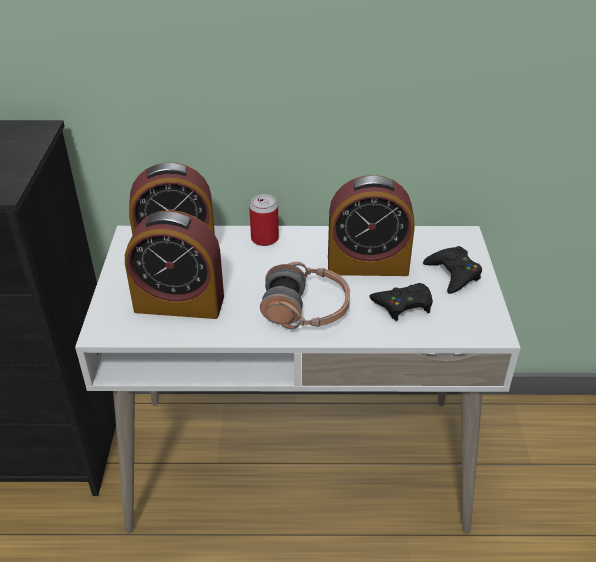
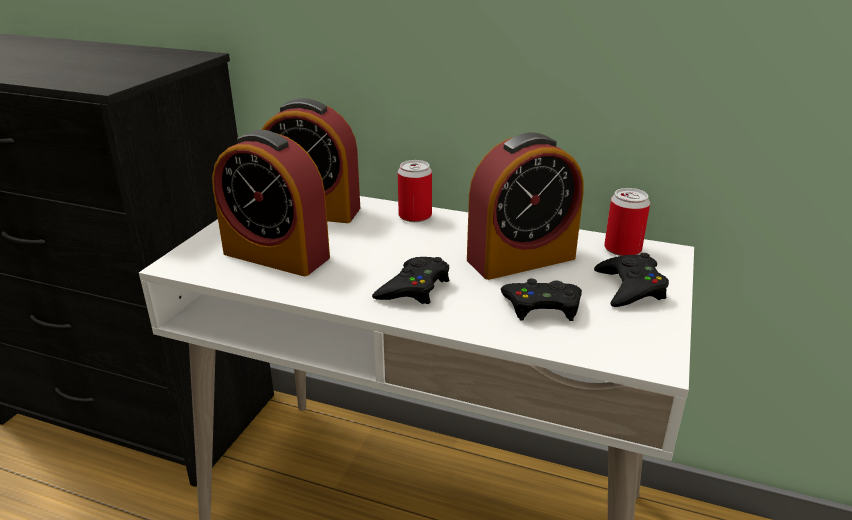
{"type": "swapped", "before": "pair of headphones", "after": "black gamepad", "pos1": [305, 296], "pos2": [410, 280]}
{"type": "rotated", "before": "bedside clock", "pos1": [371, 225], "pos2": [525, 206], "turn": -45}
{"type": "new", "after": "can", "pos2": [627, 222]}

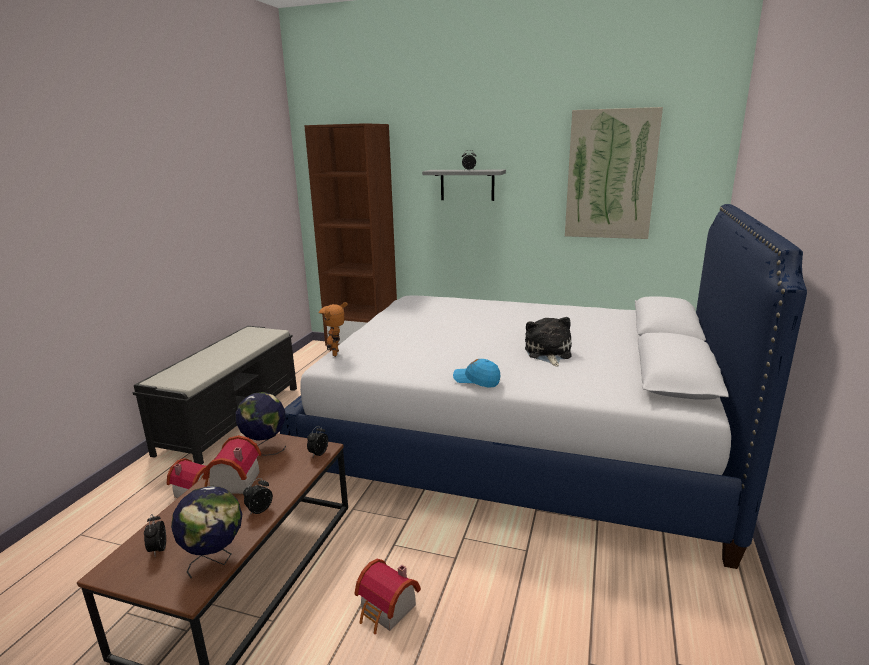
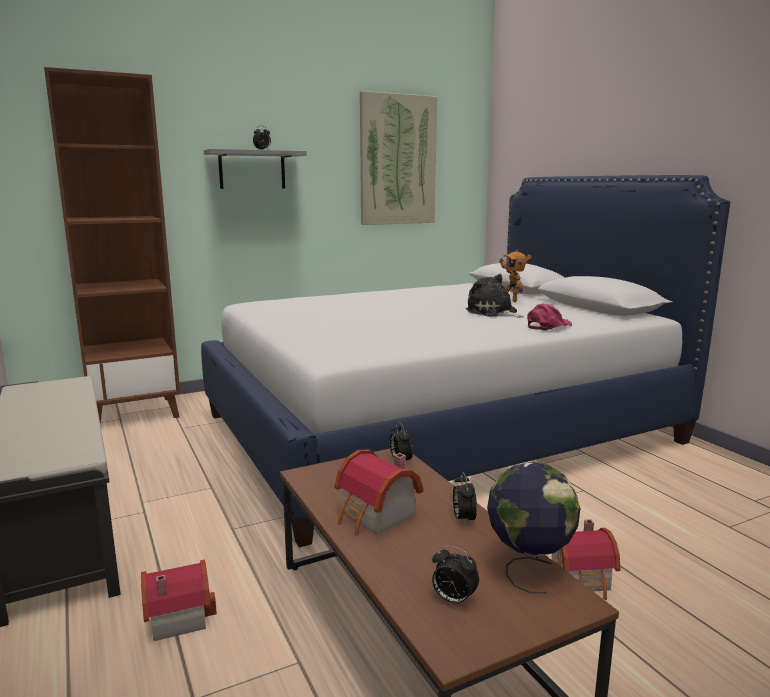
{"type": "gone", "before": "globe", "pos1": [261, 424]}
{"type": "shifted", "before": "robot figure", "pos1": [333, 329], "pos2": [515, 276]}
{"type": "gone", "before": "blue cap", "pos1": [476, 373]}
{"type": "new", "after": "pink cap", "pos2": [549, 317]}

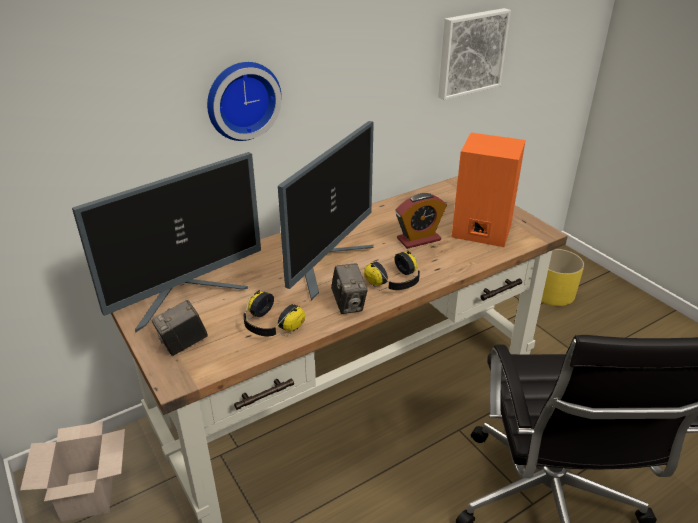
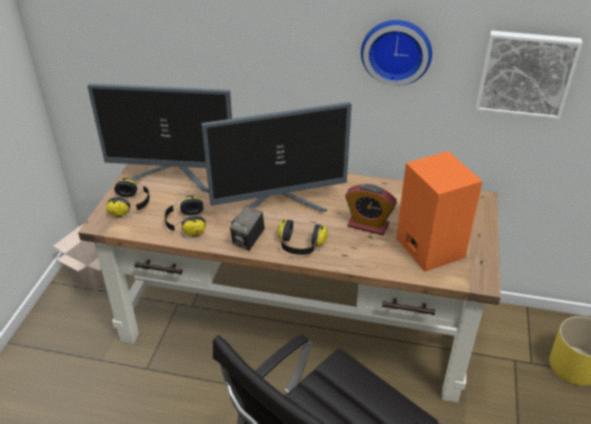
{"type": "swapped", "before": "still camera", "after": "pair of headphones", "pos1": [180, 328], "pos2": [128, 197]}
{"type": "shifted", "before": "wall clock", "pos1": [244, 101], "pos2": [396, 53]}

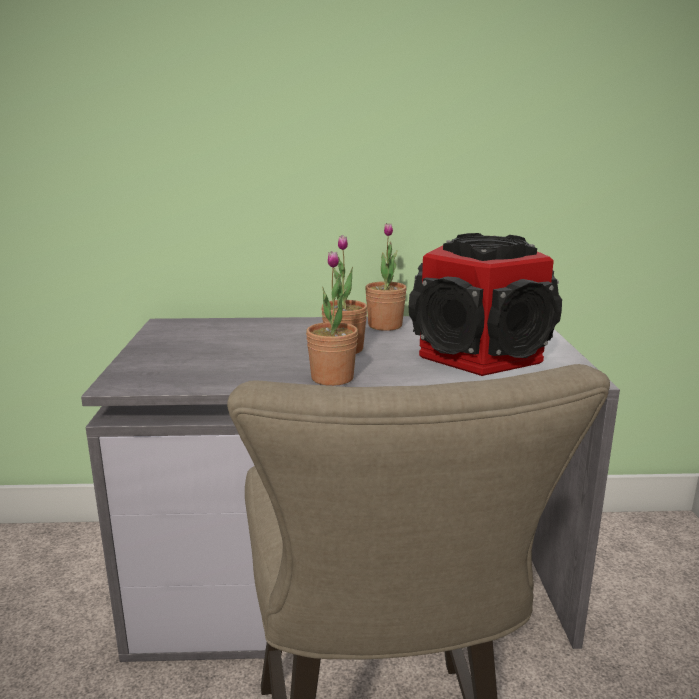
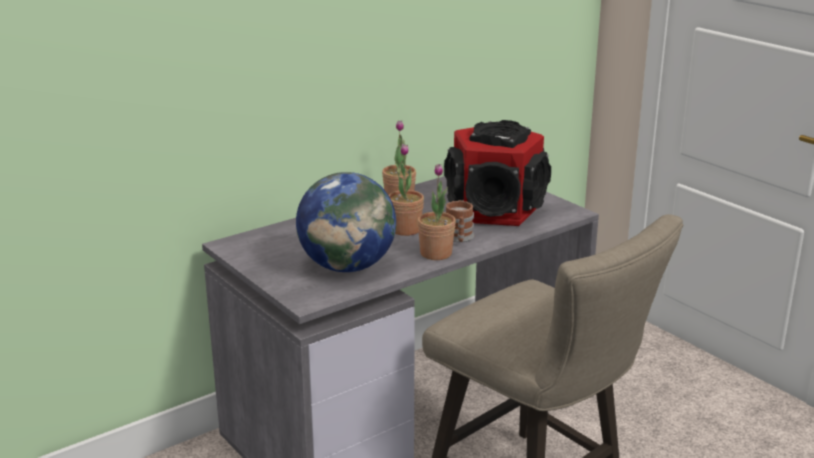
{"type": "new", "after": "globe", "pos2": [346, 222]}
{"type": "new", "after": "coffee mug", "pos2": [459, 221]}

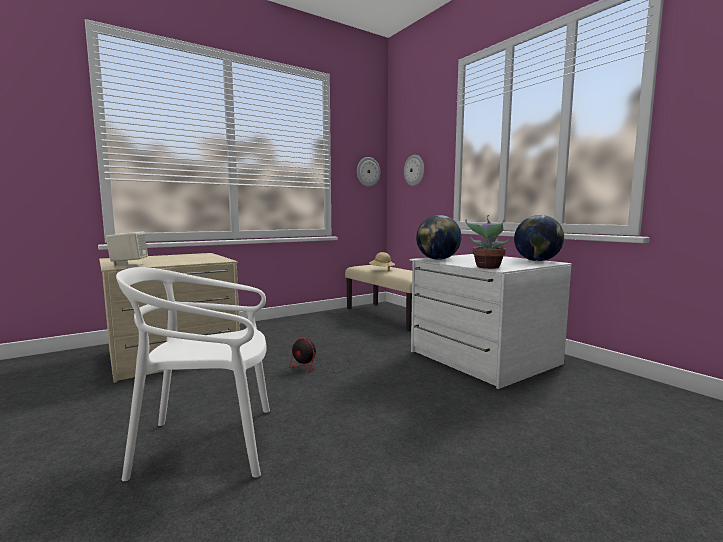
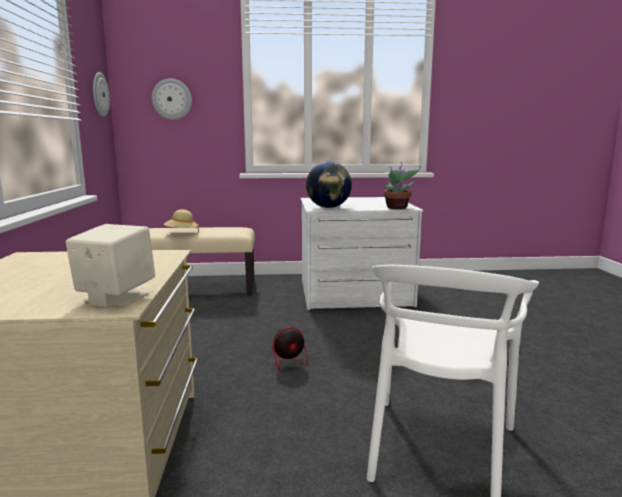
{"type": "gone", "before": "globe", "pos1": [539, 238]}

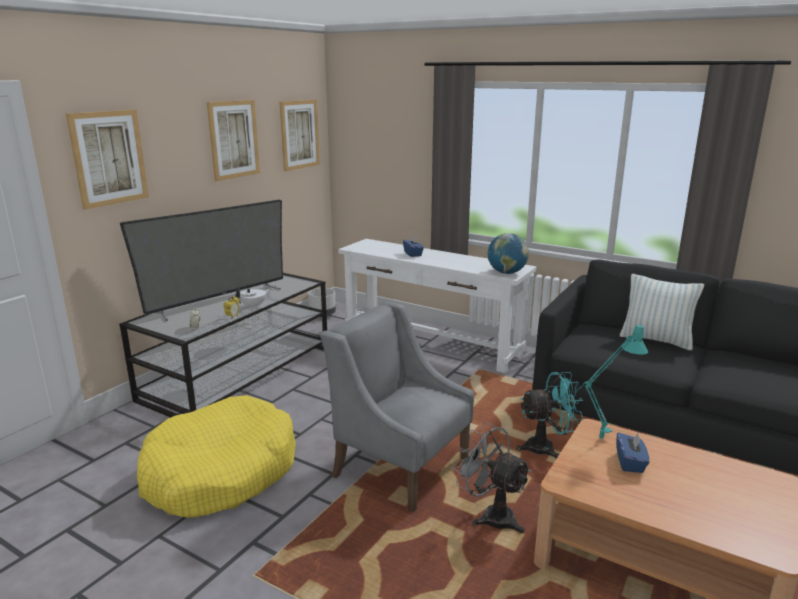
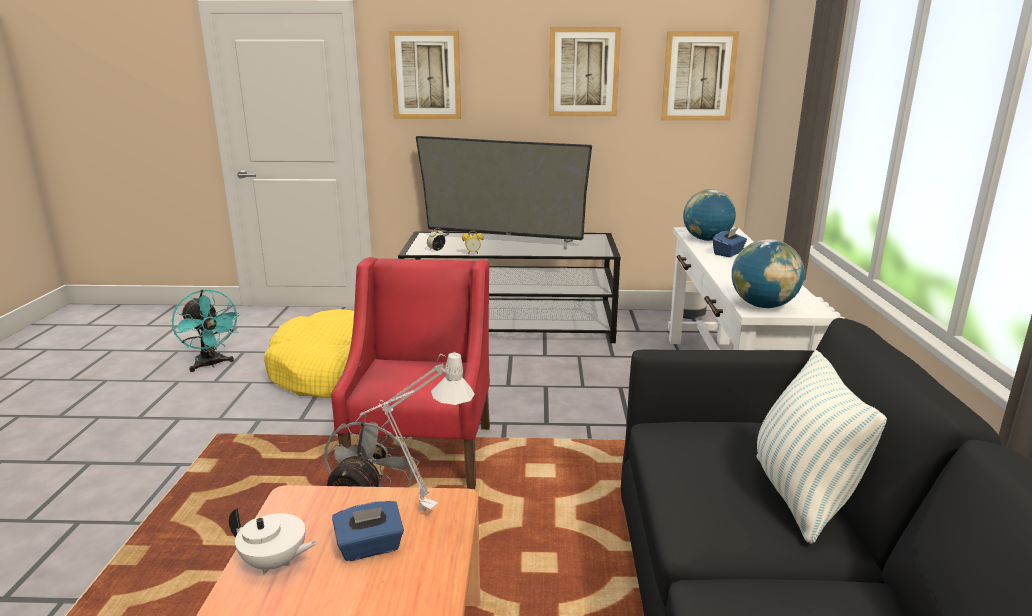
{"type": "shifted", "before": "whitish tea pot", "pos1": [252, 298], "pos2": [273, 541]}
{"type": "repainted", "before": "greyish easy chair", "after": "red easy chair", "pos1": [397, 407], "pos2": [410, 373]}
{"type": "shifted", "before": "turquoise-coloured cooling fan", "pos1": [549, 415], "pos2": [206, 330]}
{"type": "repainted", "before": "turquoise-coloured tabletop lamp", "after": "greyish tabletop lamp", "pos1": [607, 382], "pos2": [417, 432]}
{"type": "new", "after": "globe", "pos2": [709, 215]}

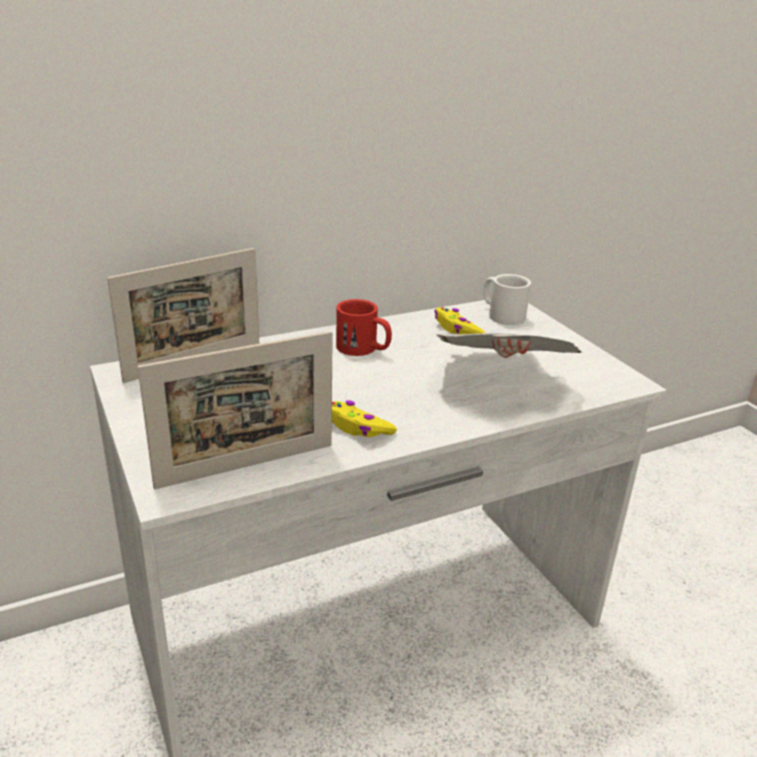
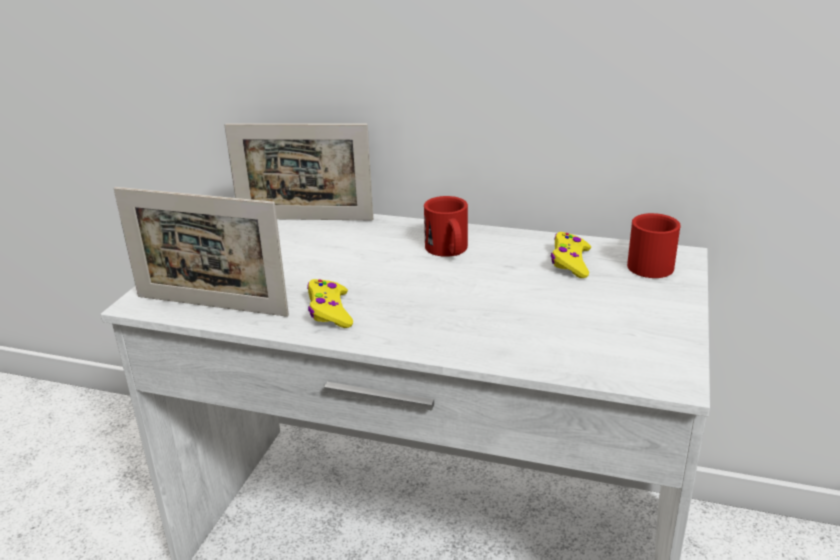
{"type": "gone", "before": "printed paper", "pos1": [508, 345]}
{"type": "repainted", "before": "whitish coffee mug", "after": "red coffee mug", "pos1": [507, 299], "pos2": [654, 245]}

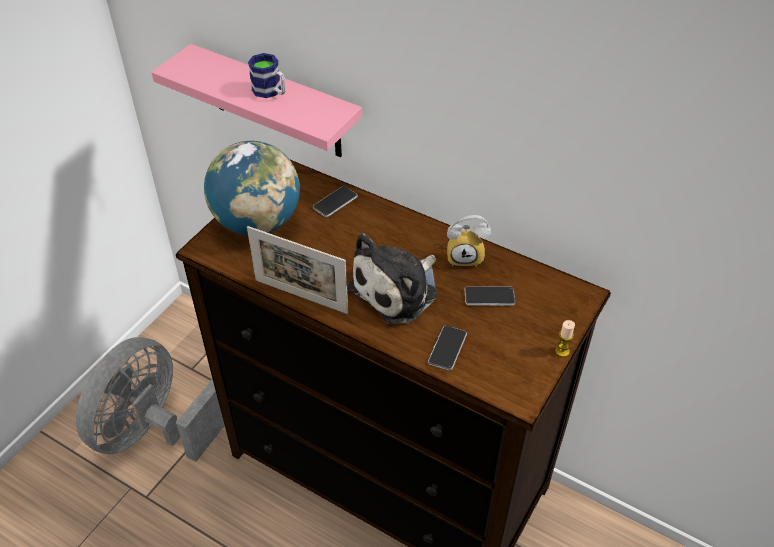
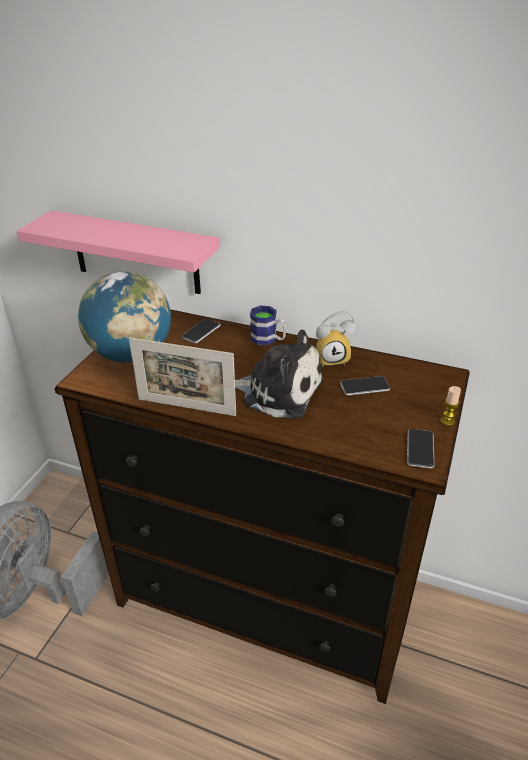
{"type": "shifted", "before": "coffee mug", "pos1": [267, 75], "pos2": [268, 325]}
{"type": "rotated", "before": "soft toy", "pos1": [392, 278], "pos2": [279, 374], "turn": -105}
{"type": "shifted", "before": "telephone", "pos1": [447, 348], "pos2": [421, 448]}

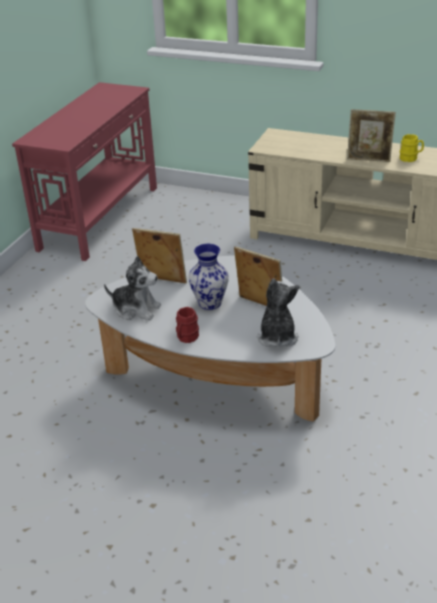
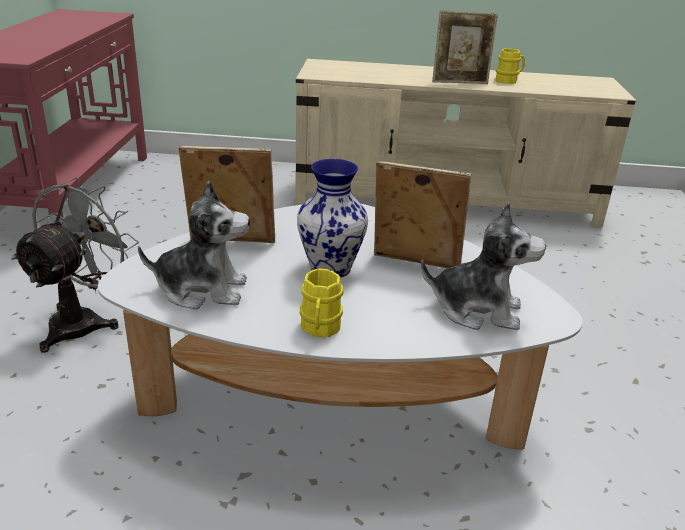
{"type": "repainted", "before": "red coffee mug", "after": "yellow coffee mug", "pos1": [187, 325], "pos2": [321, 303]}
{"type": "rotated", "before": "soft toy", "pos1": [278, 312], "pos2": [483, 266], "turn": 120}
{"type": "new", "after": "greyish cooling fan", "pos2": [75, 265]}

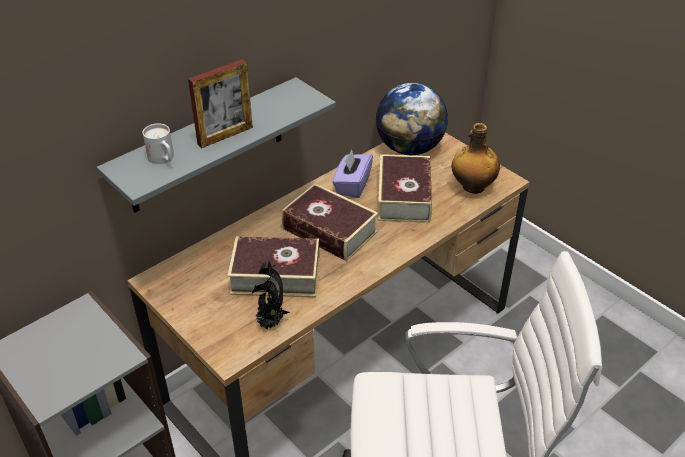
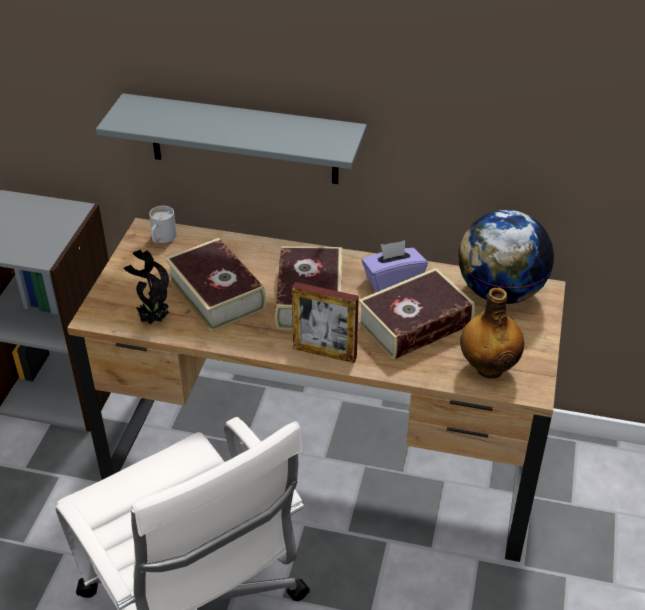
{"type": "shifted", "before": "whitish coffee mug", "pos1": [158, 143], "pos2": [163, 224]}
{"type": "shifted", "before": "picture frame", "pos1": [220, 103], "pos2": [325, 322]}

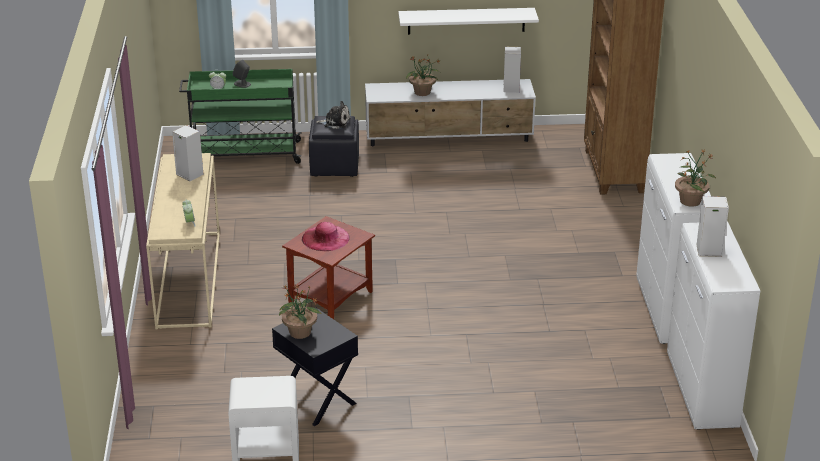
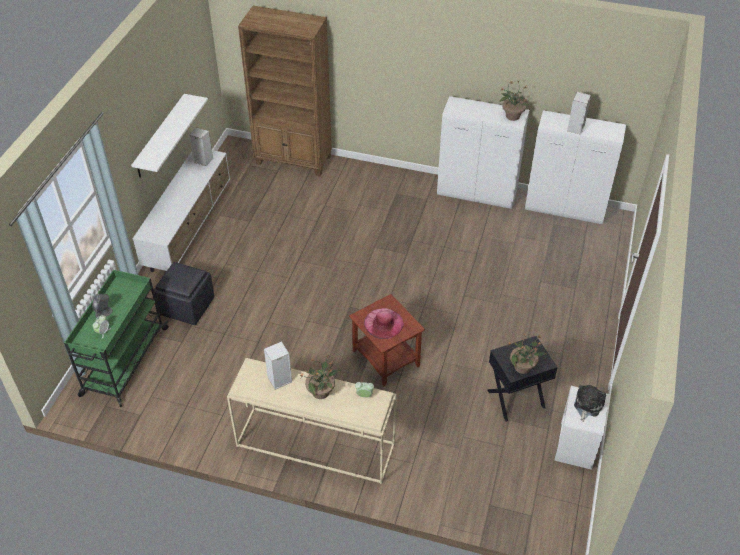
{"type": "shifted", "before": "soft toy", "pos1": [333, 115], "pos2": [590, 403]}
{"type": "shifted", "before": "potted plant", "pos1": [423, 75], "pos2": [320, 376]}

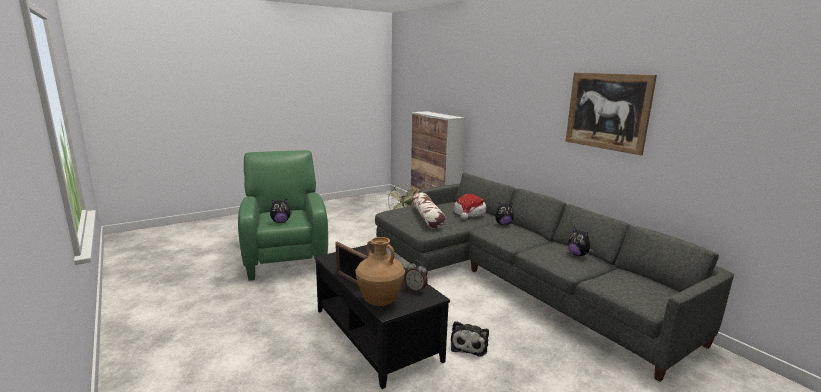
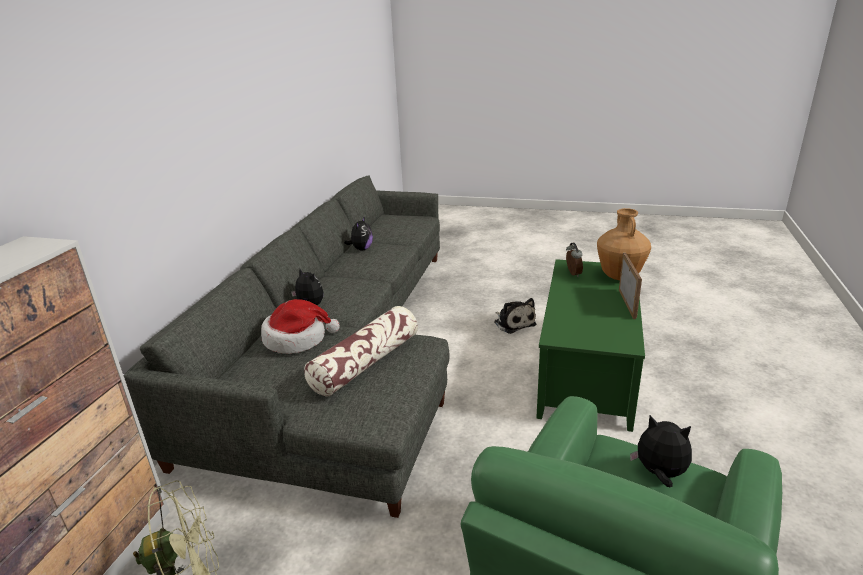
{"type": "repainted", "before": "black coffee table", "after": "green coffee table", "pos1": [382, 316], "pos2": [590, 345]}
{"type": "rotated", "before": "soft toy", "pos1": [470, 339], "pos2": [515, 316], "turn": 90}
{"type": "gone", "before": "wall picture", "pos1": [611, 113]}

